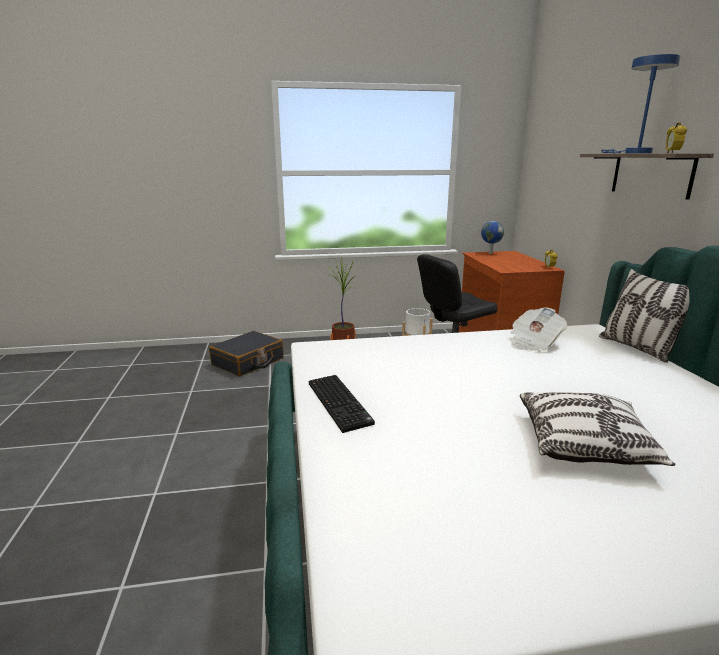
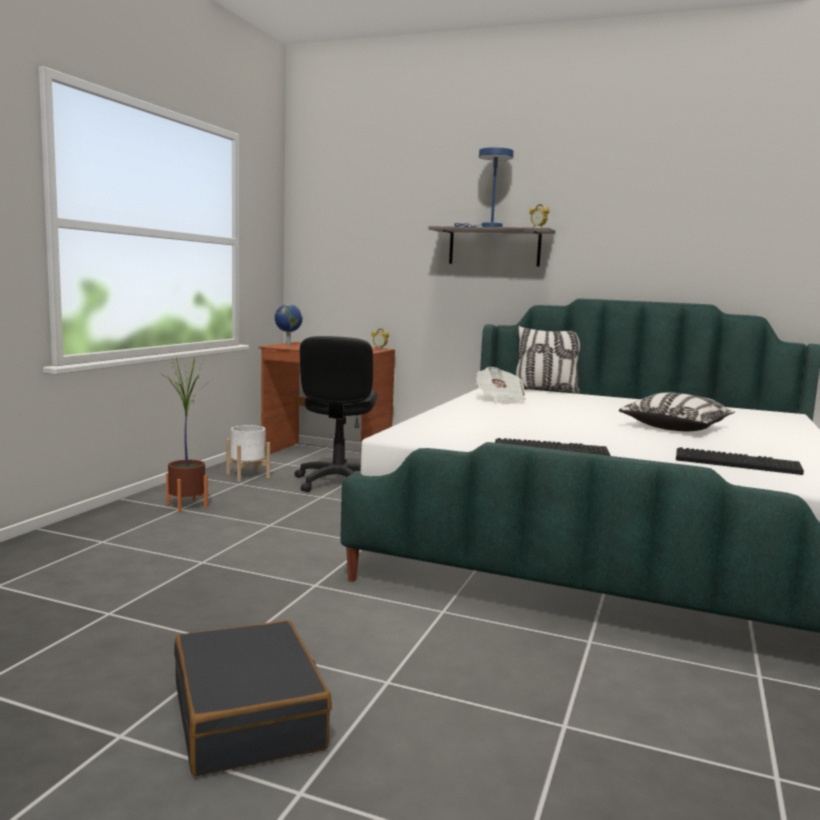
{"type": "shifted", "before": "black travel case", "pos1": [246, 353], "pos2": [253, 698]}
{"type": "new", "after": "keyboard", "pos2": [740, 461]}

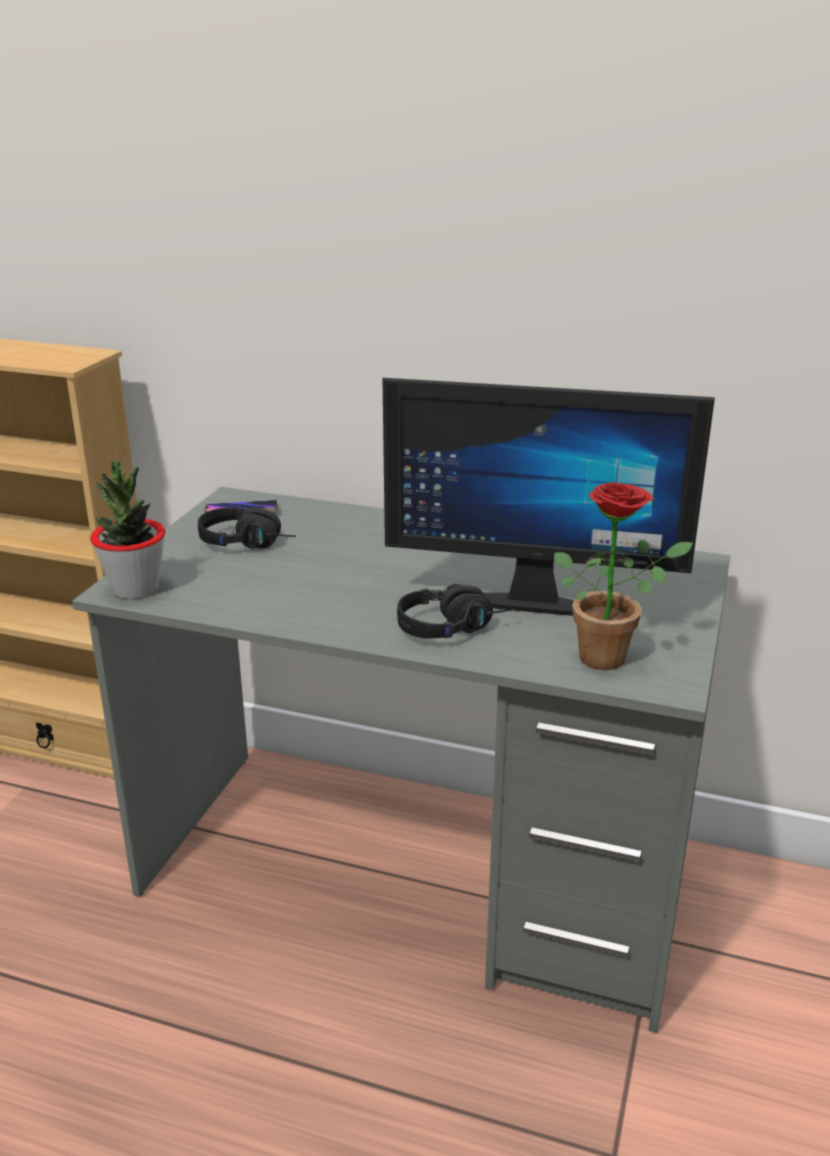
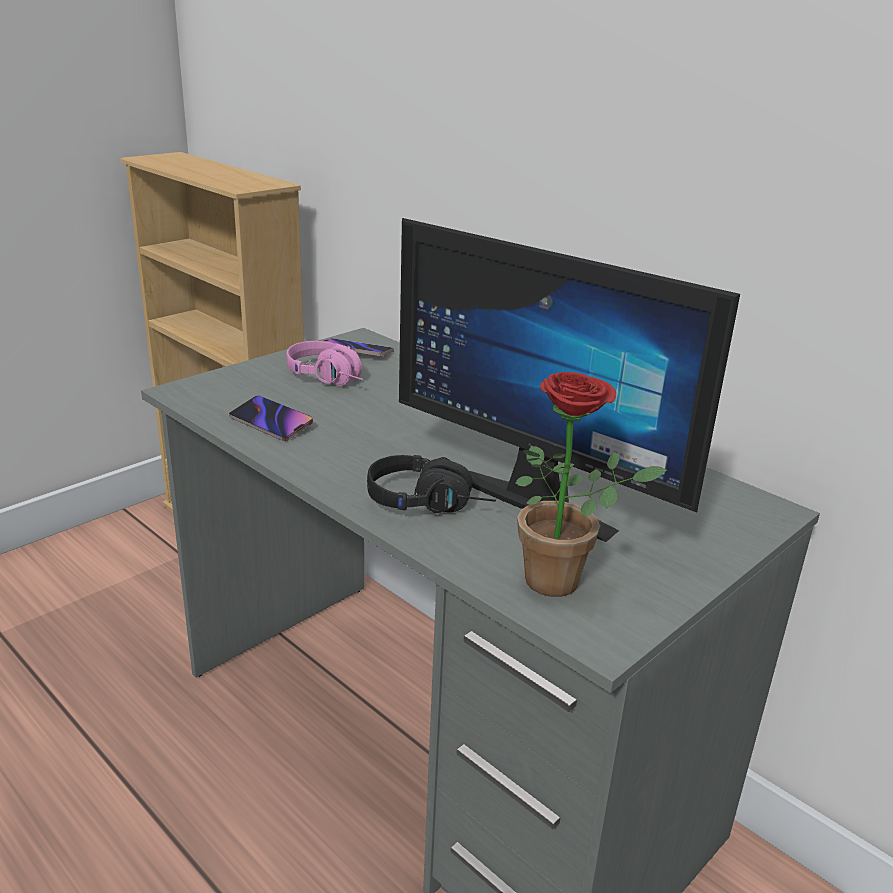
{"type": "gone", "before": "potted plant", "pos1": [127, 530]}
{"type": "repainted", "before": "black pair of headphones", "after": "pink pair of headphones", "pos1": [247, 528], "pos2": [325, 363]}
{"type": "new", "after": "telephone", "pos2": [271, 418]}

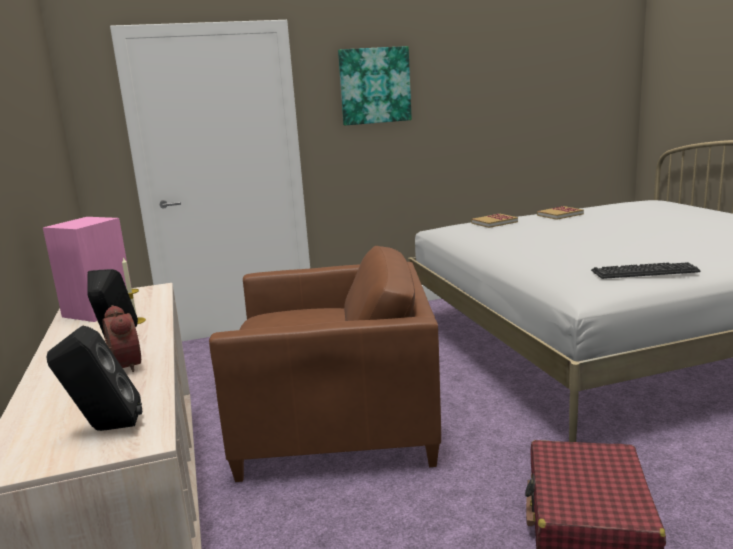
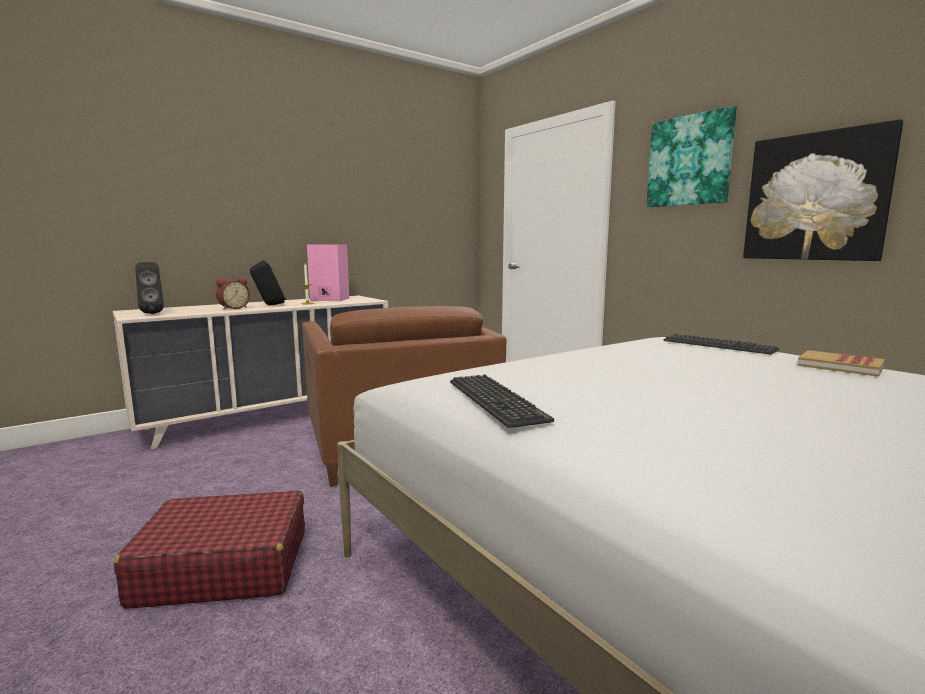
{"type": "swapped", "before": "volume", "after": "keyboard", "pos1": [494, 221], "pos2": [721, 344]}
{"type": "new", "after": "wall picture", "pos2": [823, 190]}

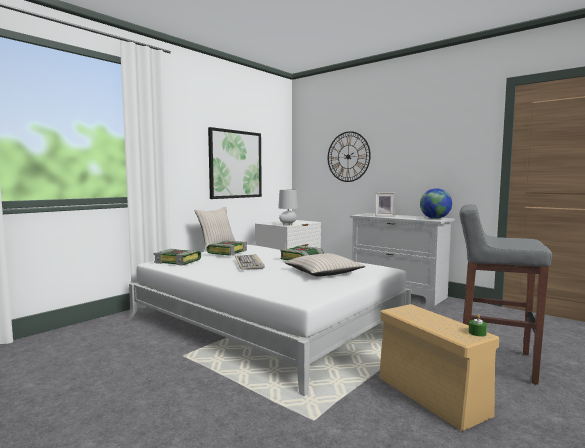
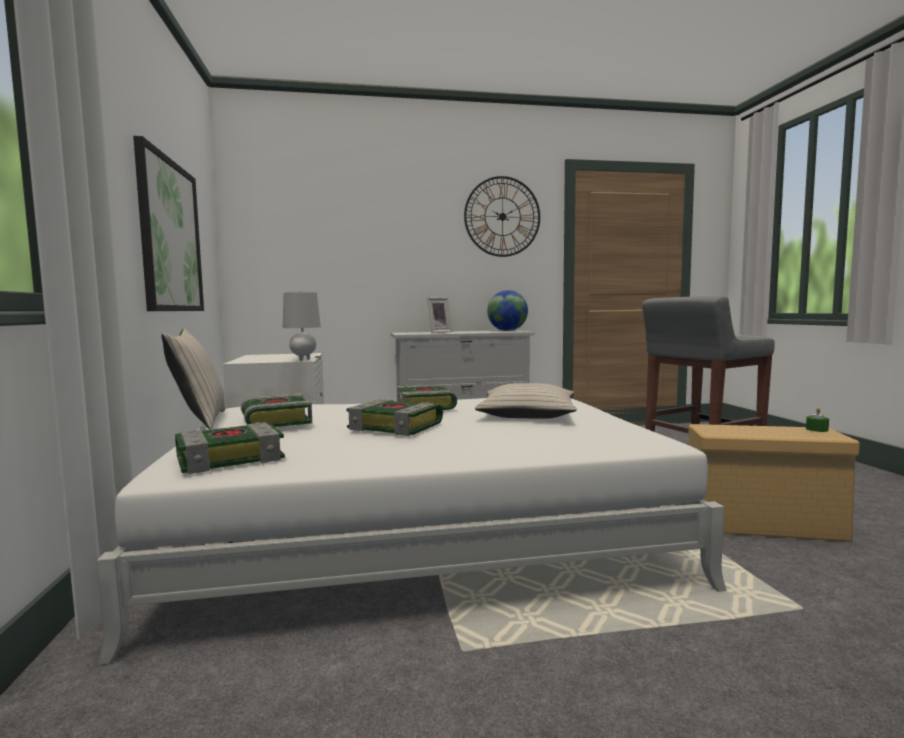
{"type": "swapped", "before": "keyboard", "after": "volume", "pos1": [249, 262], "pos2": [394, 417]}
{"type": "shifted", "before": "wall clock", "pos1": [349, 156], "pos2": [502, 216]}

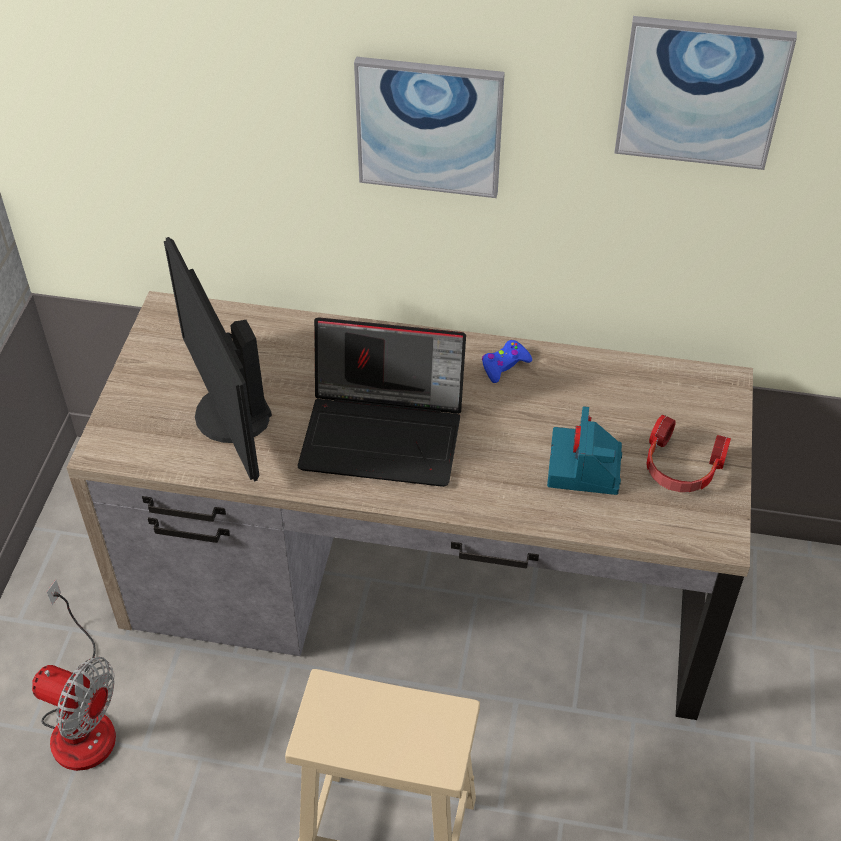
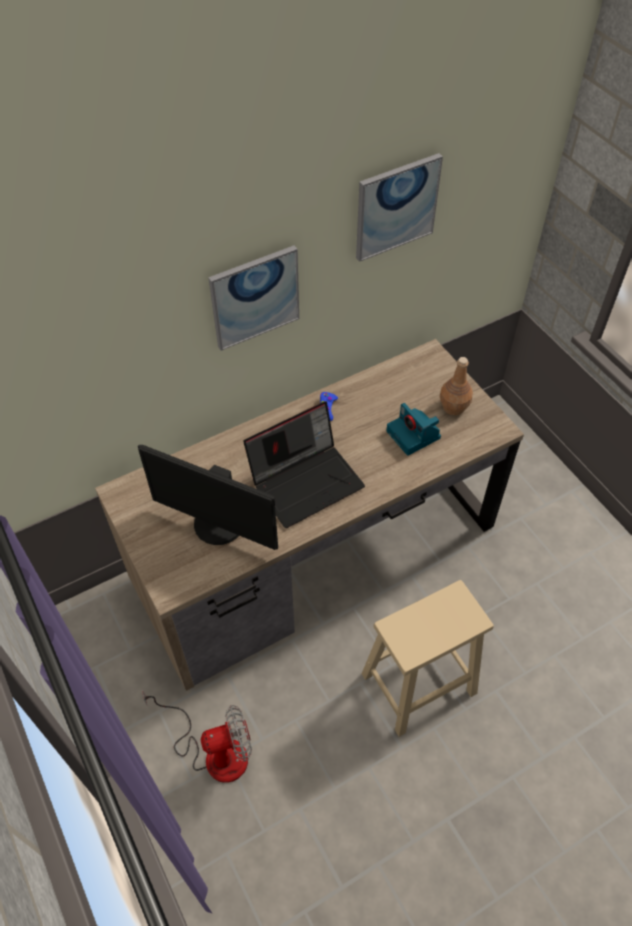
{"type": "swapped", "before": "pair of headphones", "after": "brown-coloured drink bottle", "pos1": [688, 453], "pos2": [456, 386]}

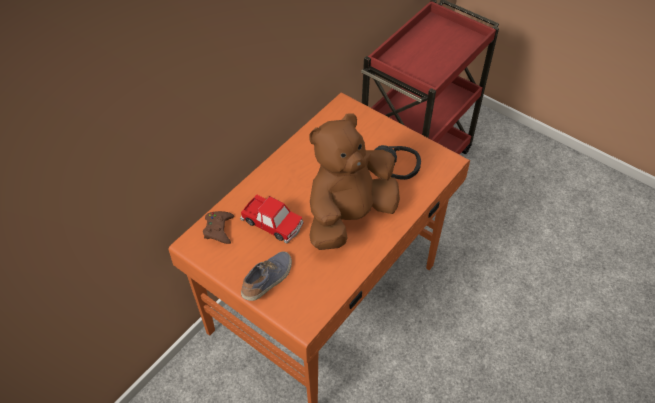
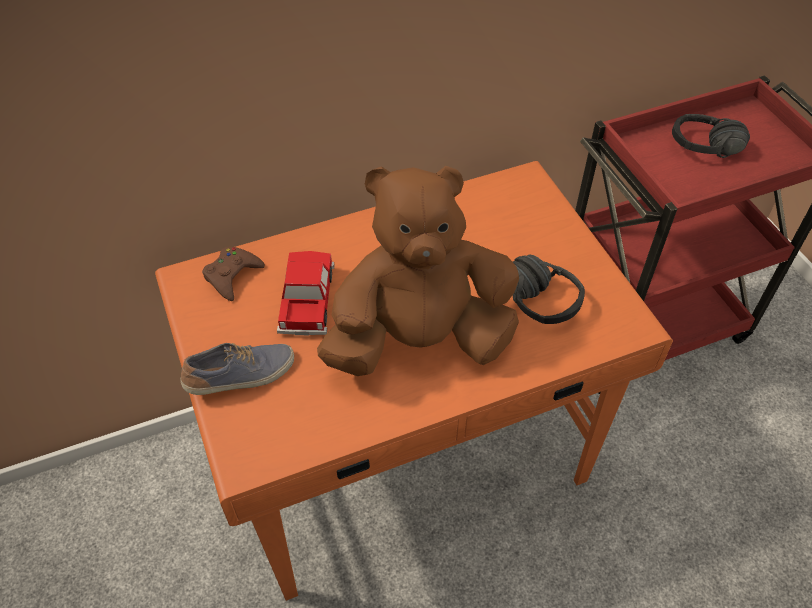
{"type": "rotated", "before": "toy car", "pos1": [271, 219], "pos2": [305, 293], "turn": -150}
{"type": "new", "after": "black pair of headphones", "pos2": [711, 136]}

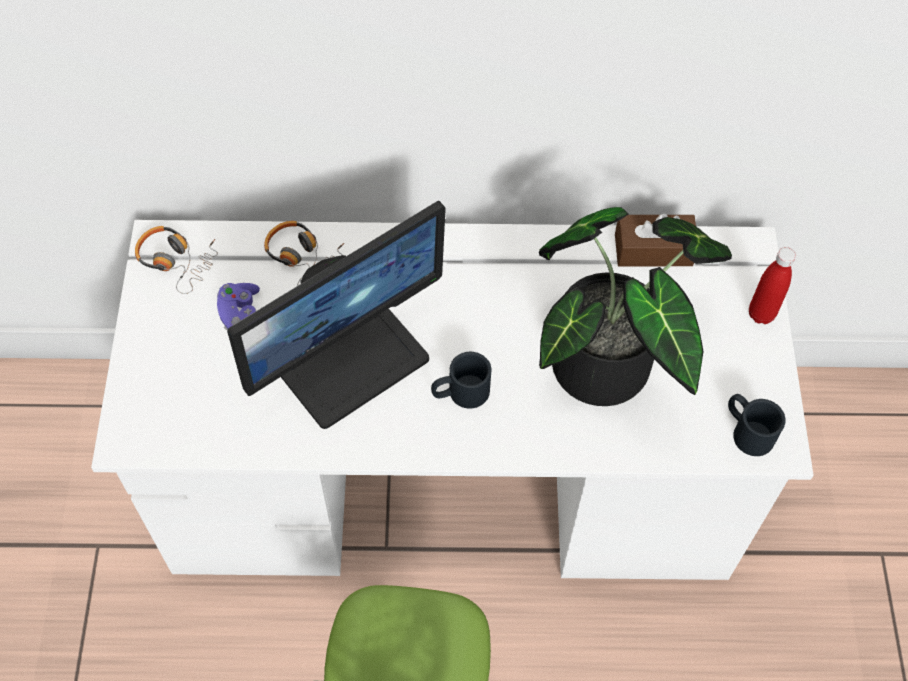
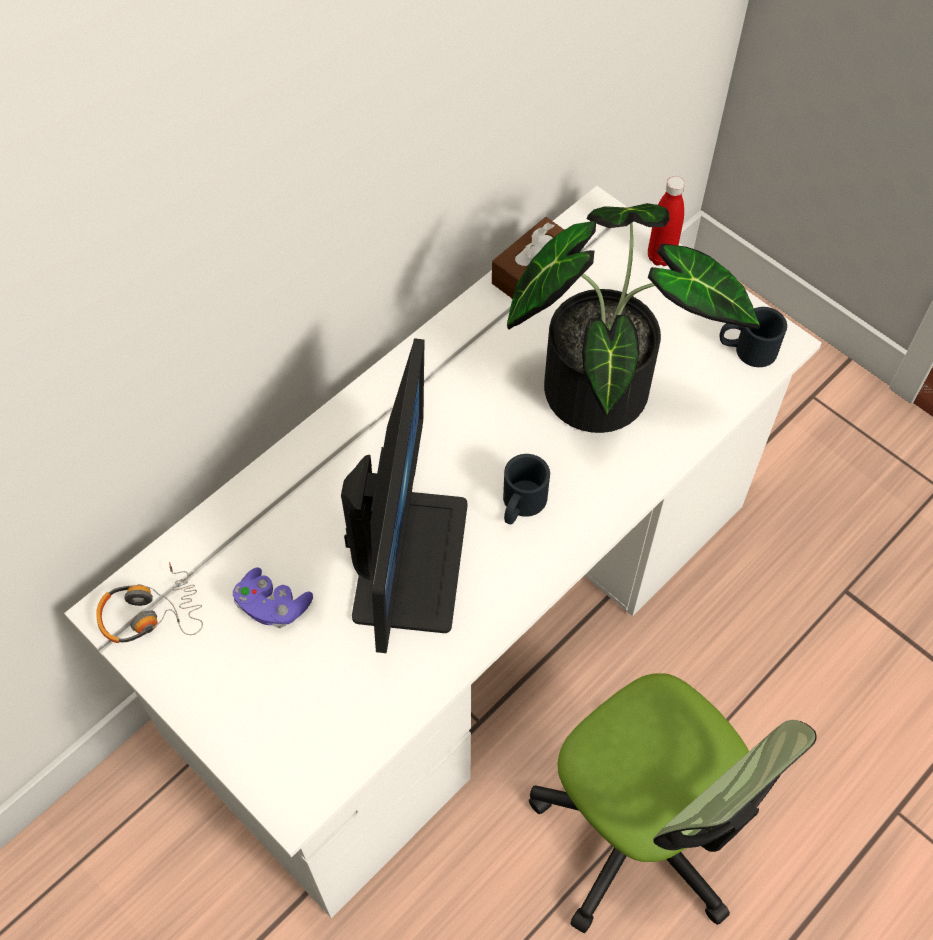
{"type": "gone", "before": "pair of headphones", "pos1": [304, 253]}

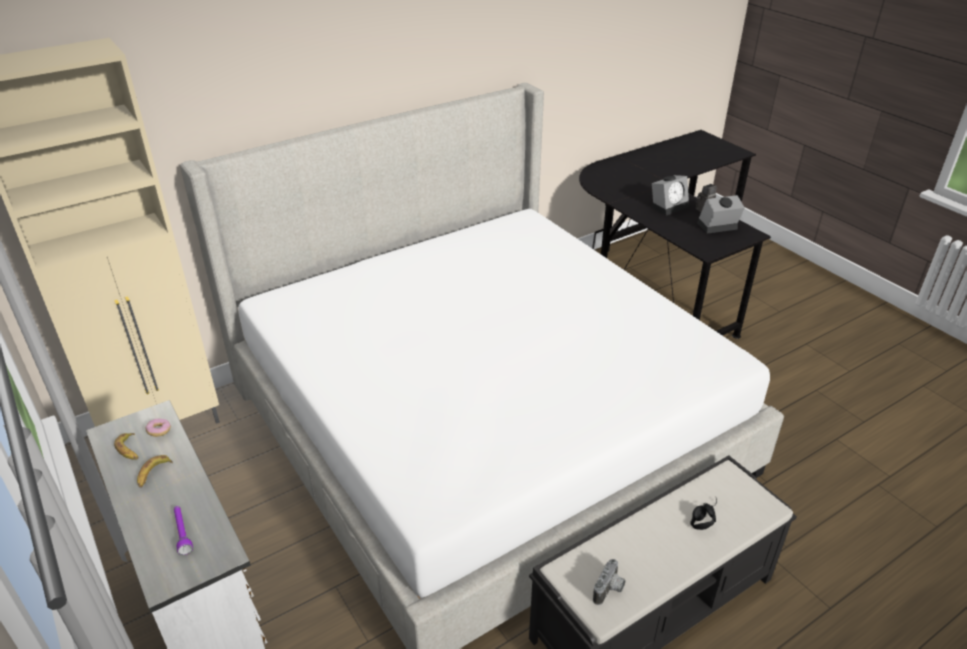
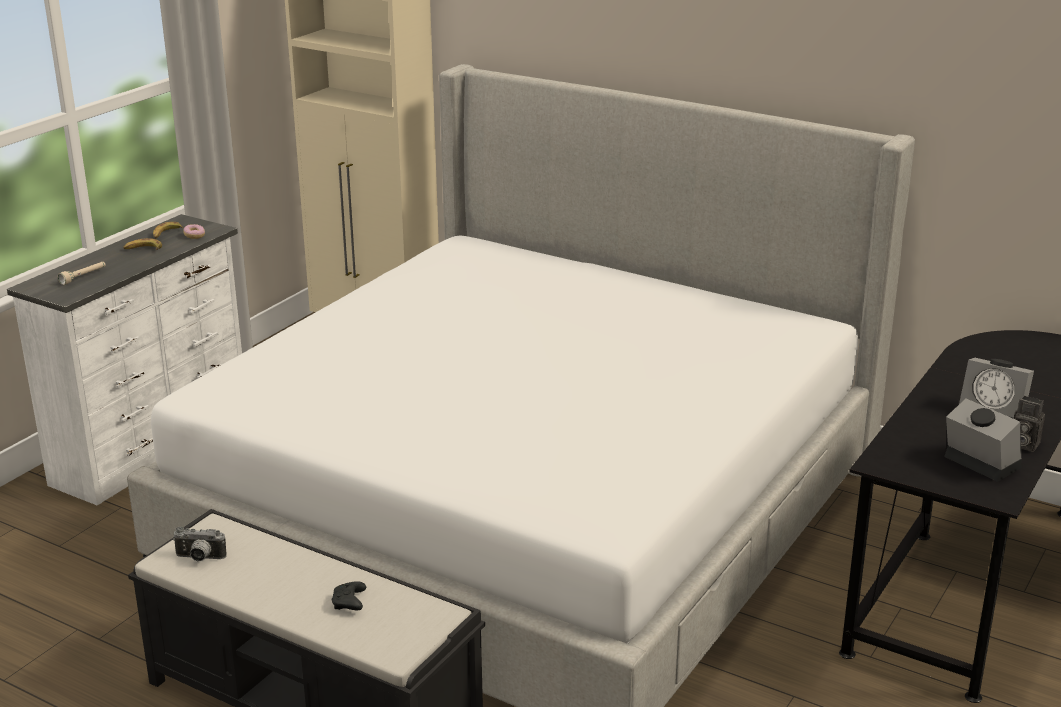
{"type": "repainted", "before": "purple-coloured flashlight", "after": "beige flashlight", "pos1": [183, 530], "pos2": [82, 273]}
{"type": "swapped", "before": "black pair of headphones", "after": "black gamepad", "pos1": [703, 514], "pos2": [349, 595]}

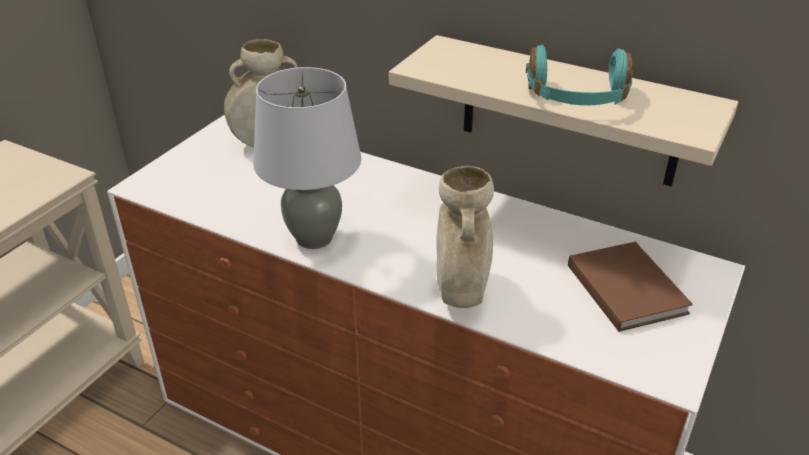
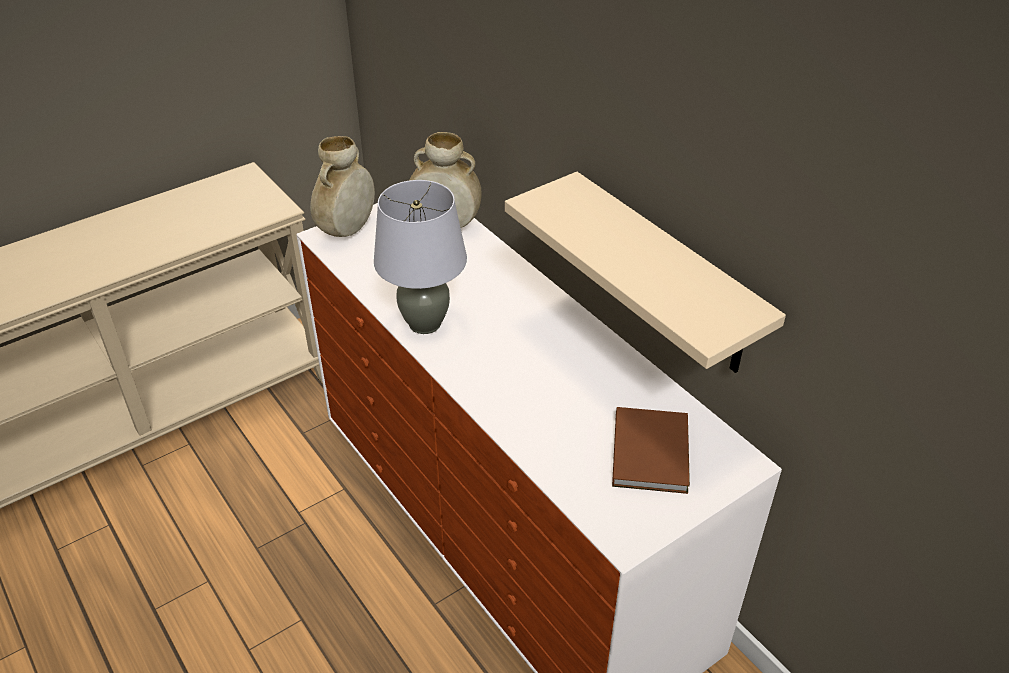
{"type": "shifted", "before": "beige decorative vase", "pos1": [465, 237], "pos2": [342, 186]}
{"type": "gone", "before": "turquoise-coloured pair of headphones", "pos1": [579, 75]}

